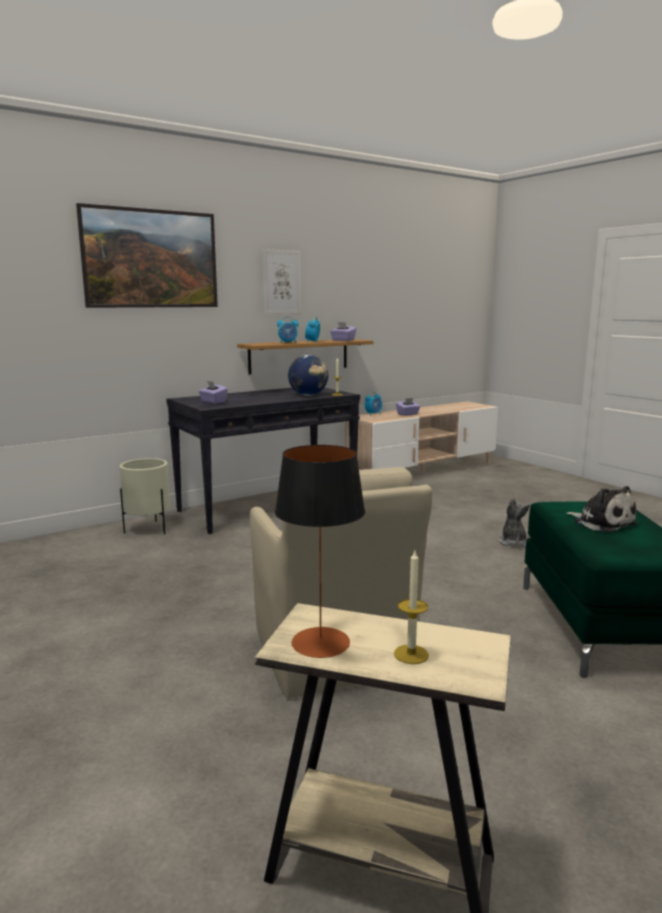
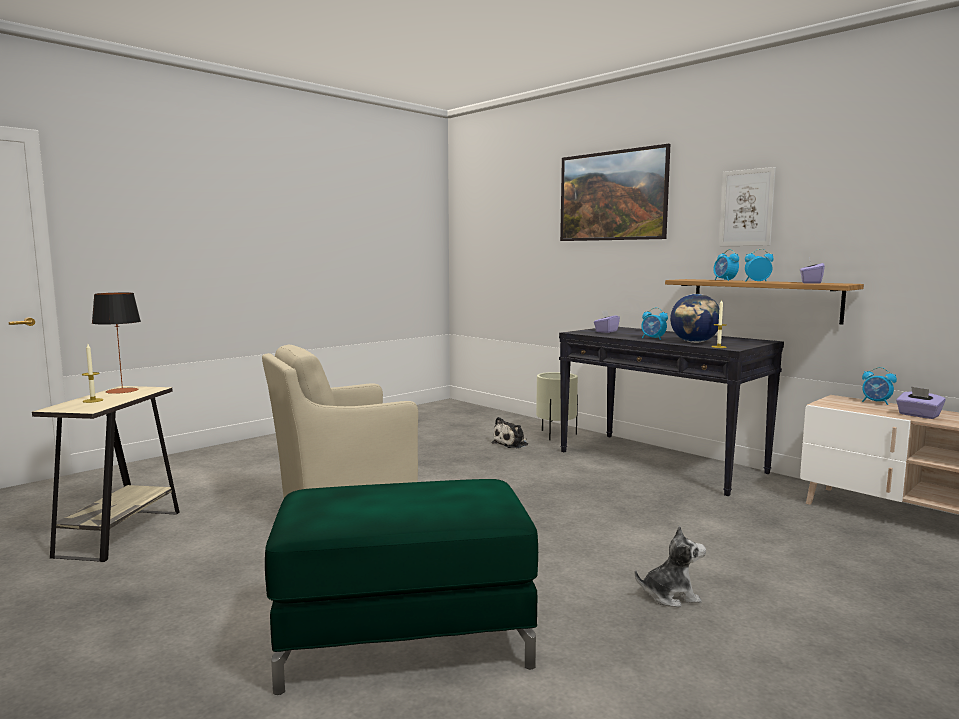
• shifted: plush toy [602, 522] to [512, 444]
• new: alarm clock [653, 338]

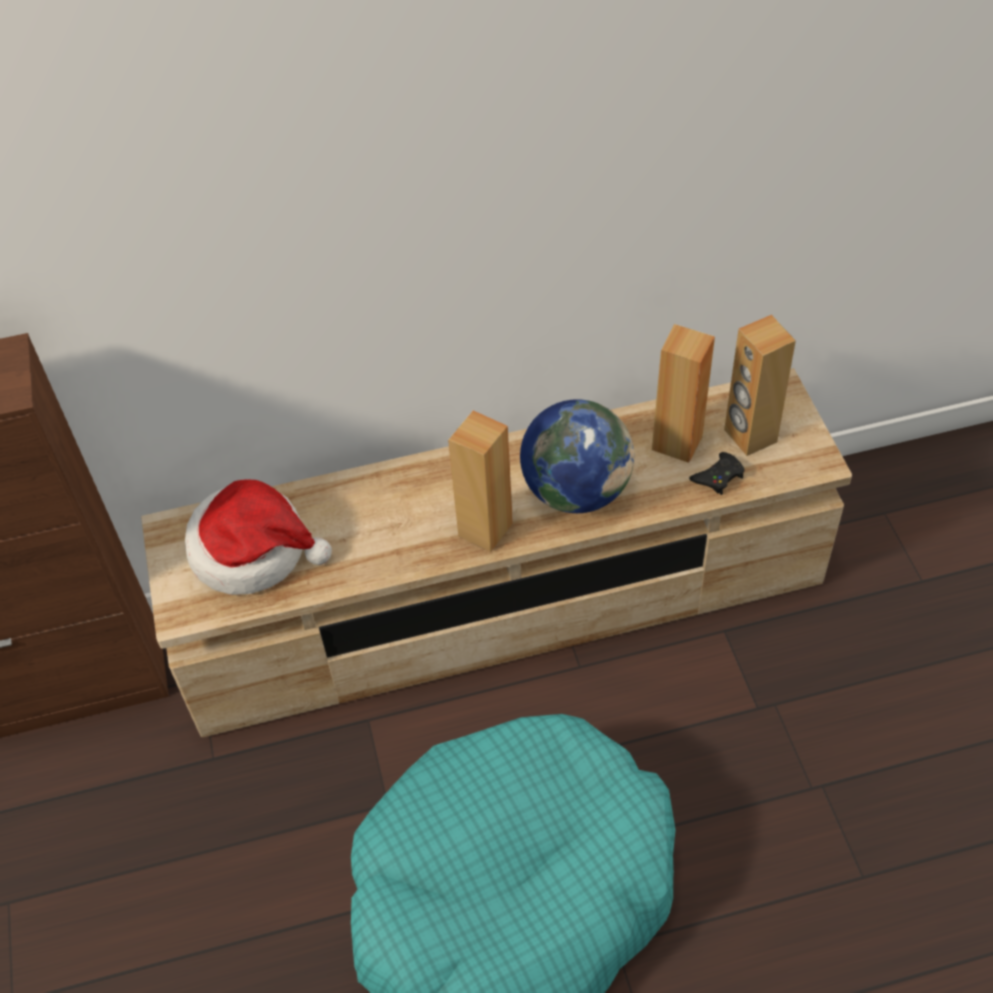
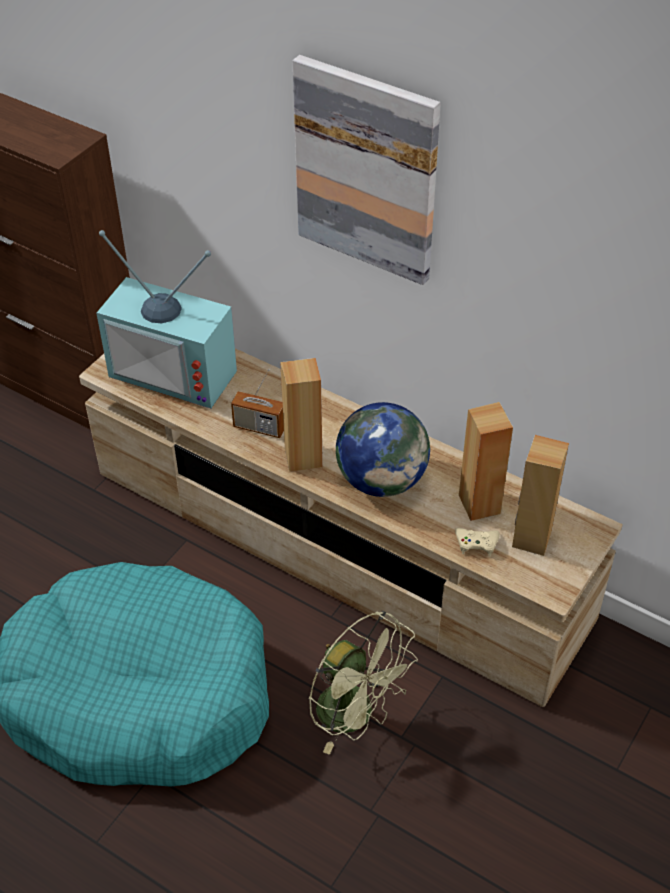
• swapped: hat [253, 550] to television [177, 370]
• repainted: black game controller [718, 477] to beige game controller [476, 543]
• new: radio [259, 427]
• new: picture [367, 170]
• new: green fan [356, 715]

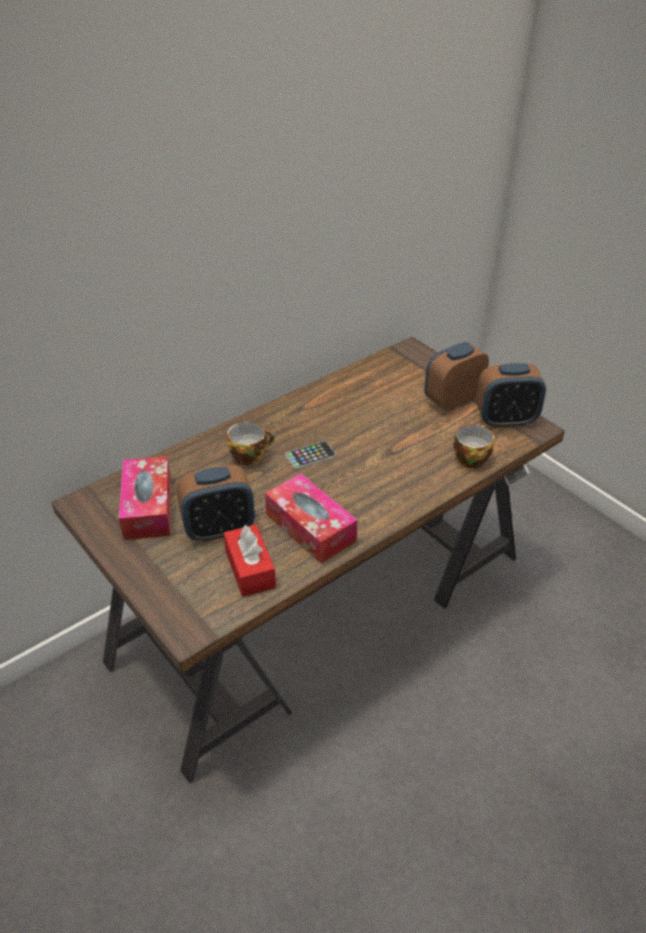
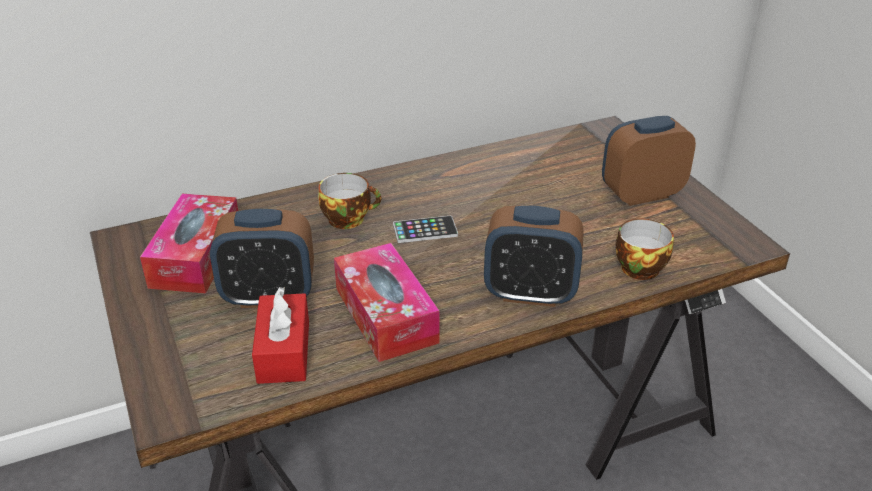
• shifted: alarm clock [505, 420] to [530, 293]

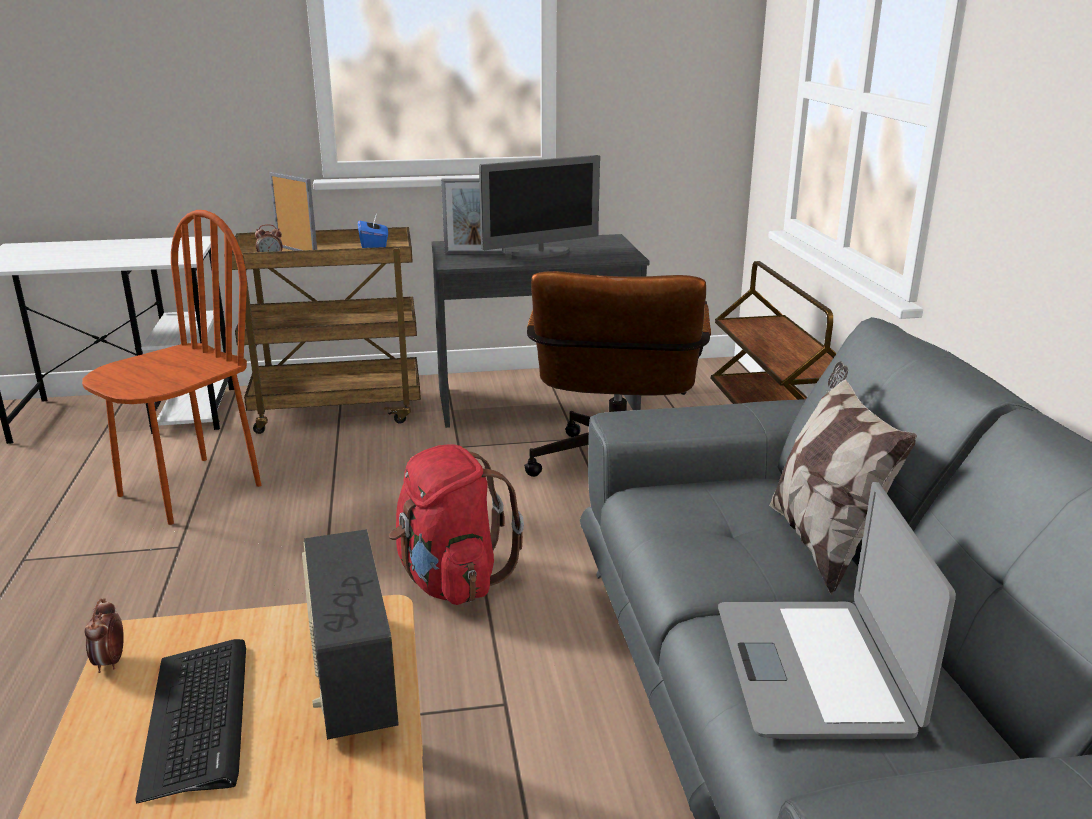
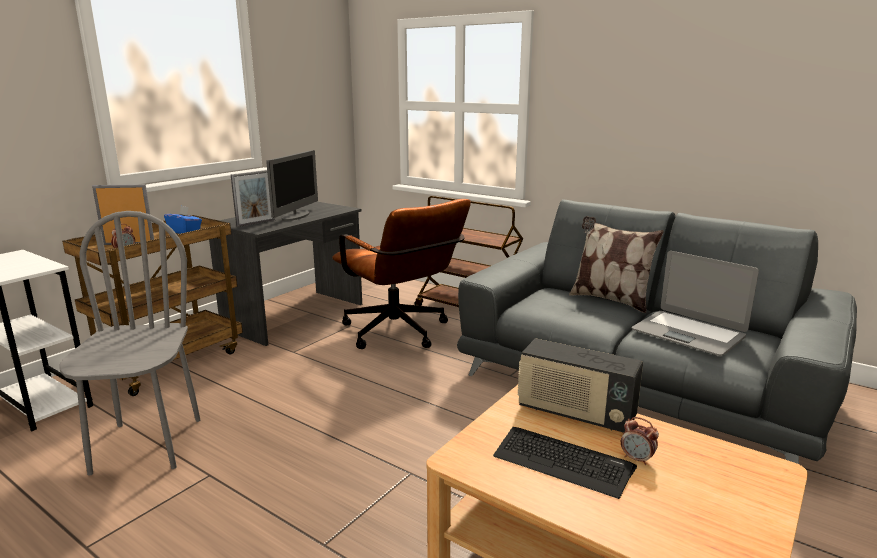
• repainted: brown chair [189, 490] to grey chair [147, 445]
• shifted: alarm clock [110, 662] to [637, 459]
• gone: red backpack [451, 580]

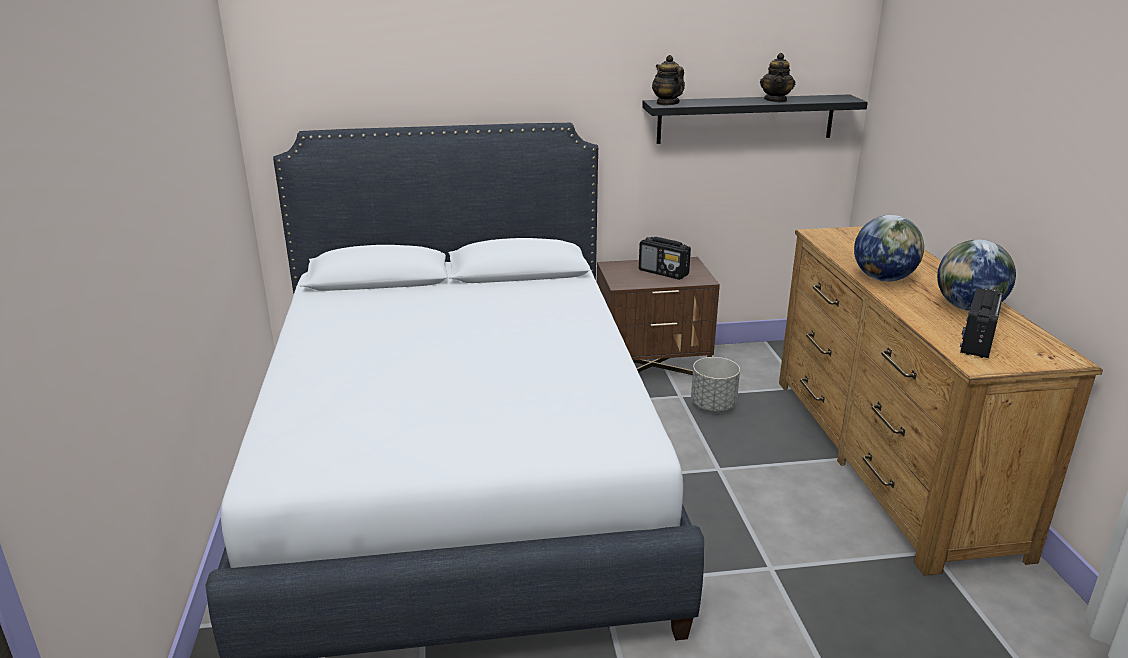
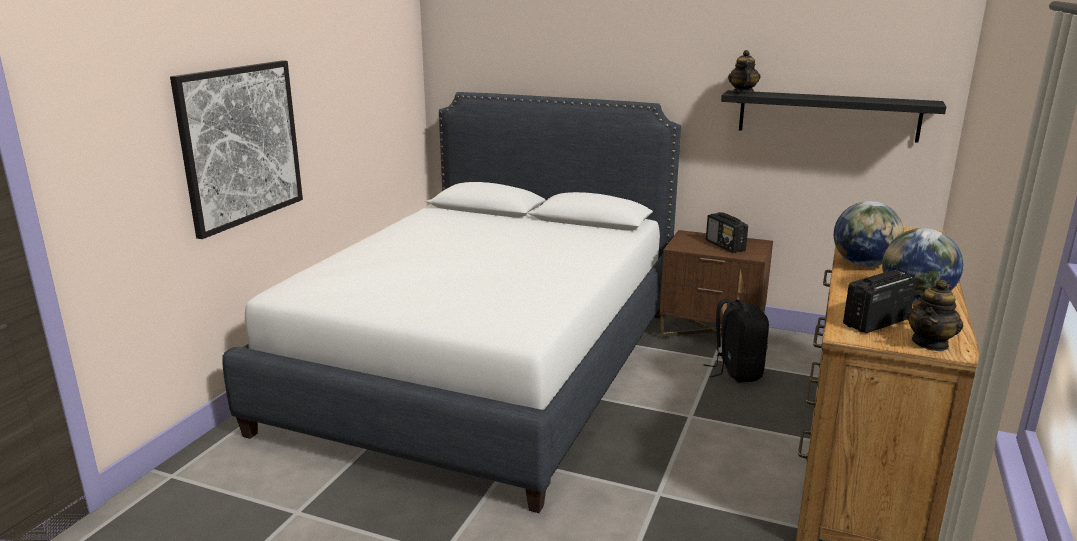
• swapped: grey planter [712, 405] to black backpack [736, 372]
• shifted: teapot [776, 100] to [930, 343]
• new: picture [241, 145]

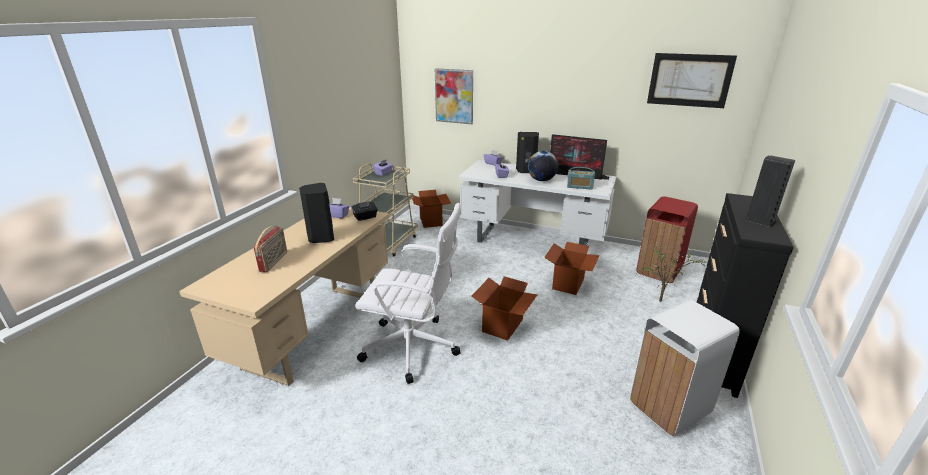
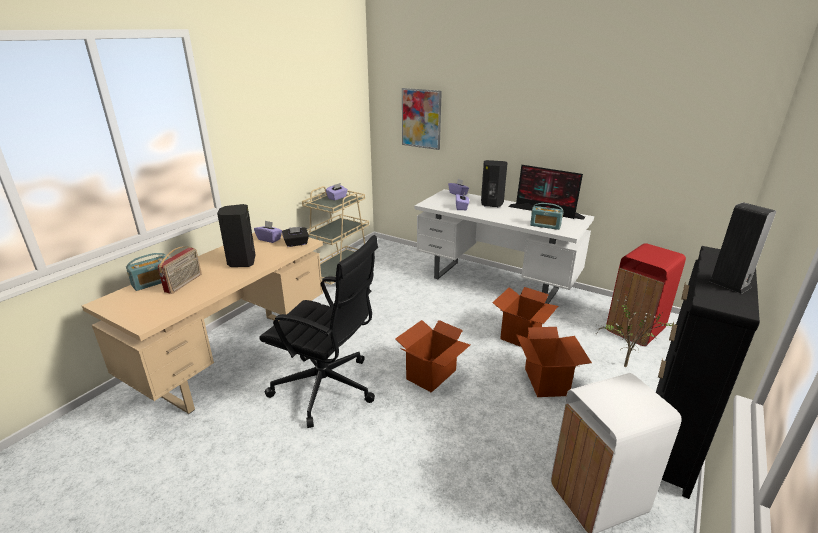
• repainted: white office chair [413, 348] to black office chair [327, 388]
• shifted: cardboard box [431, 221] to [547, 381]
• gone: globe [541, 180]
• gone: picture [689, 80]
• new: radio [153, 282]

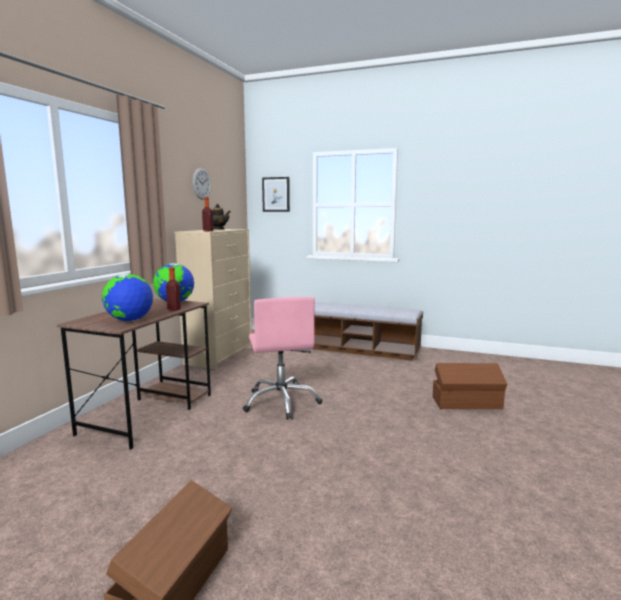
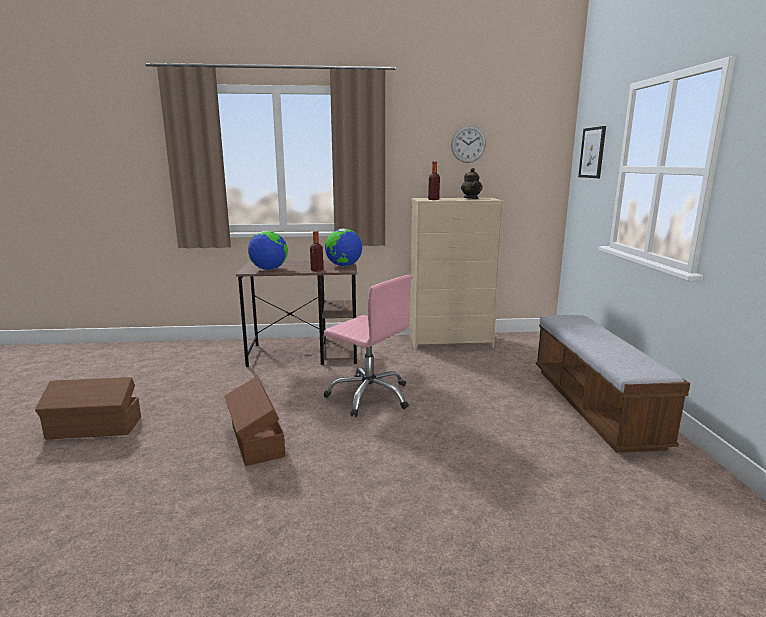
• rotated: pink office chair [281, 402] = [369, 396] 105 degrees counterclockwise
• shifted: brown storage box [467, 403] to [256, 441]

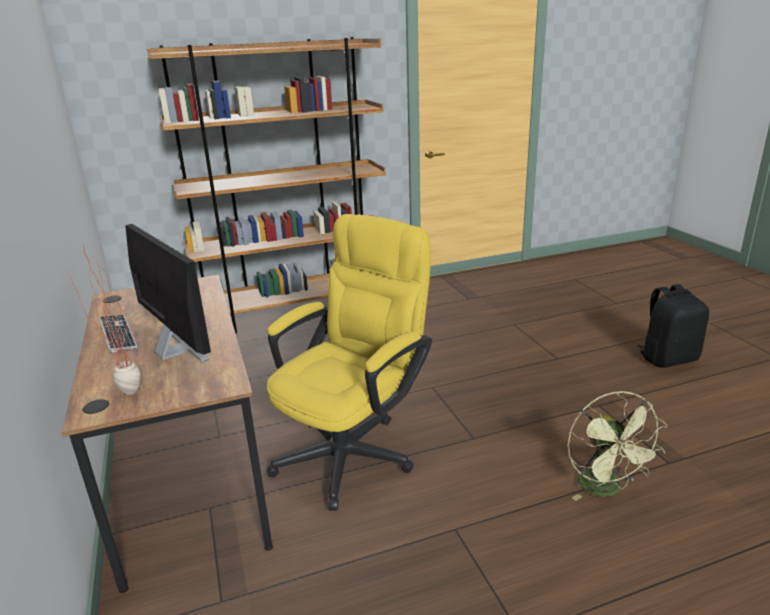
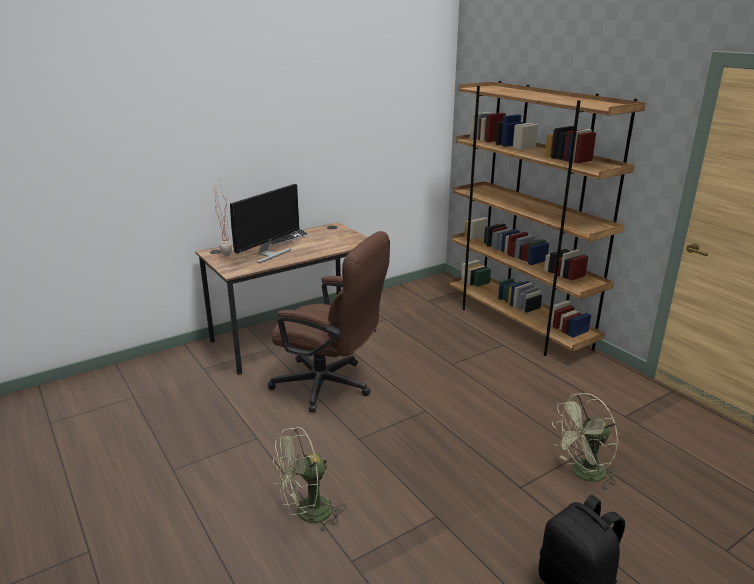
• repainted: yellow office chair [354, 450] to brown office chair [330, 386]
• new: green fan [583, 474]

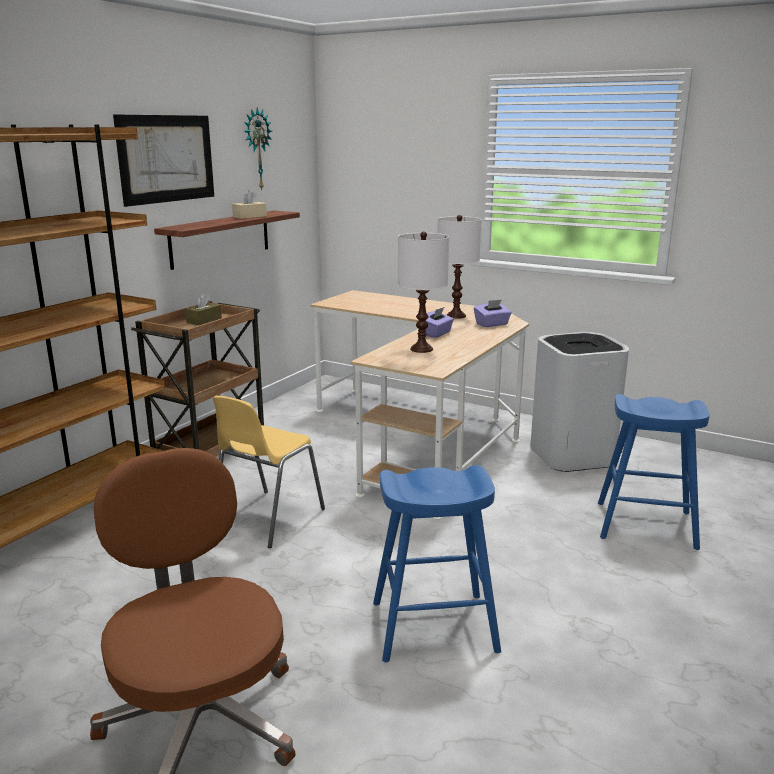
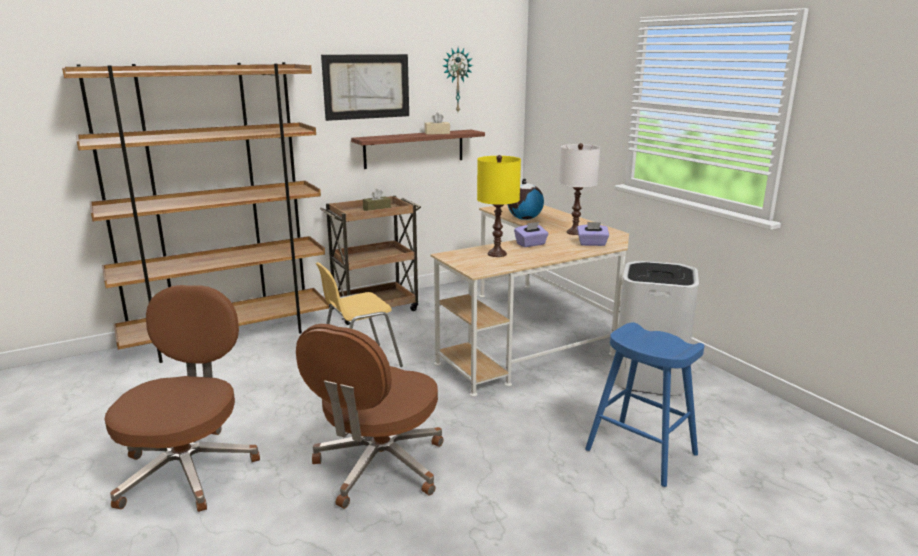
• swapped: blue stool [434, 626] to brown office chair [378, 467]
• repainted: white table lamp [422, 349] to yellow table lamp [497, 254]
• new: globe [524, 219]

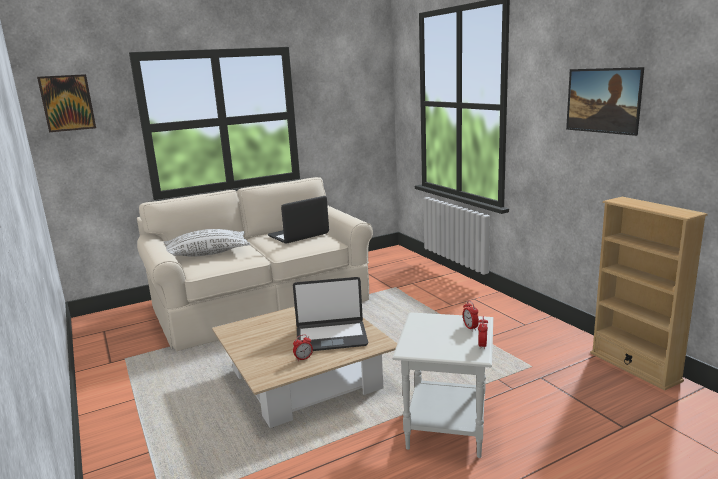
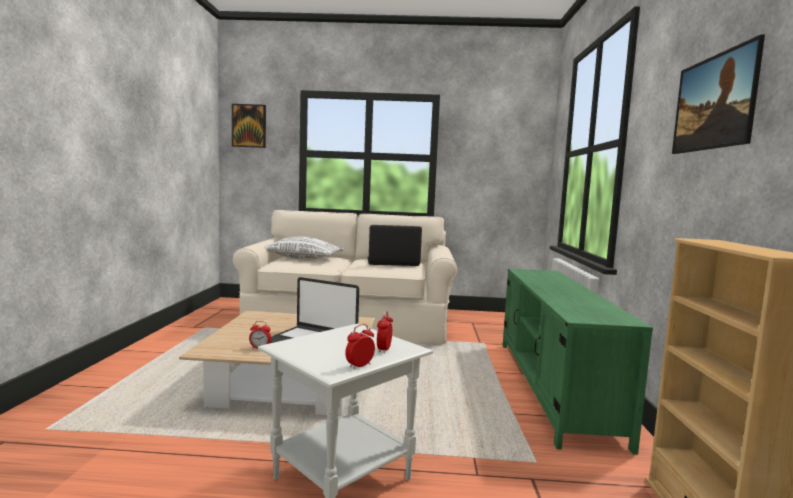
• new: green tv stand [553, 386]

